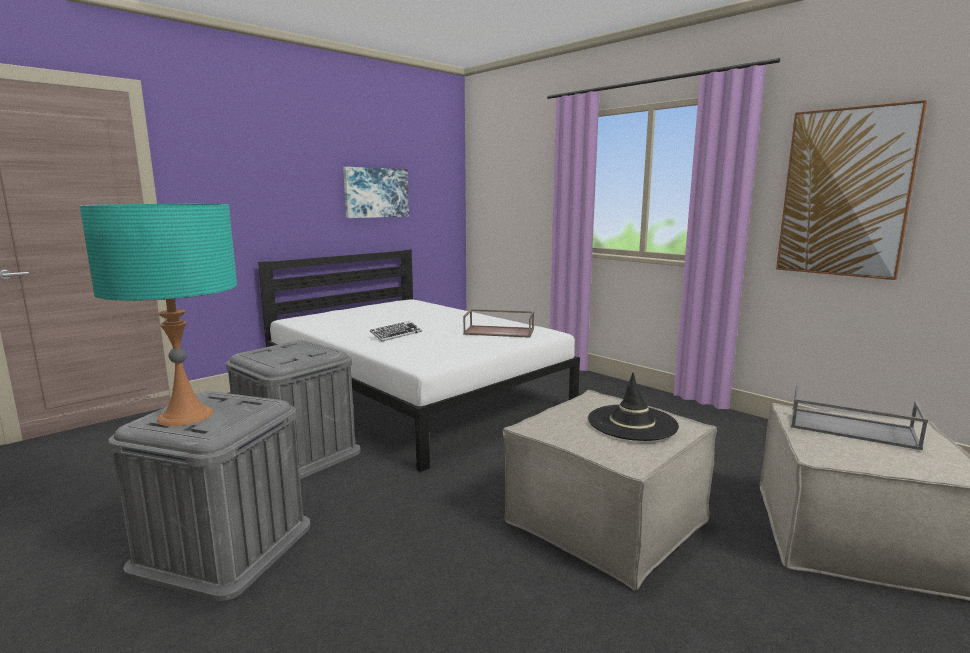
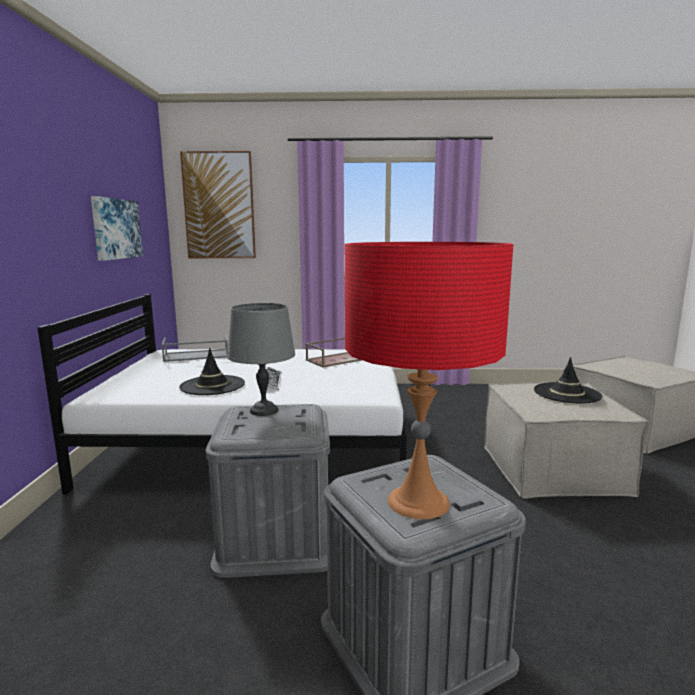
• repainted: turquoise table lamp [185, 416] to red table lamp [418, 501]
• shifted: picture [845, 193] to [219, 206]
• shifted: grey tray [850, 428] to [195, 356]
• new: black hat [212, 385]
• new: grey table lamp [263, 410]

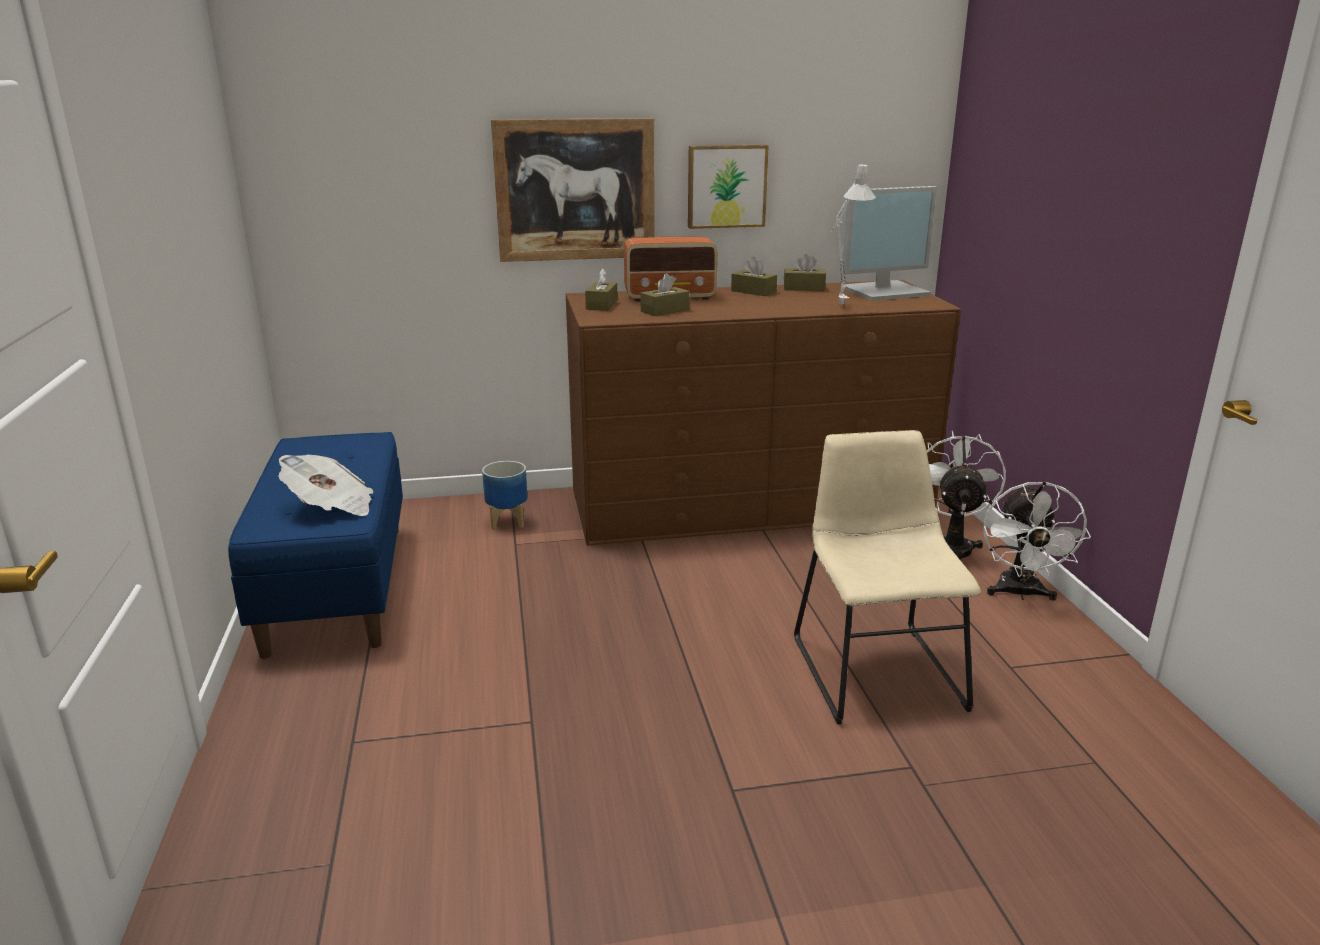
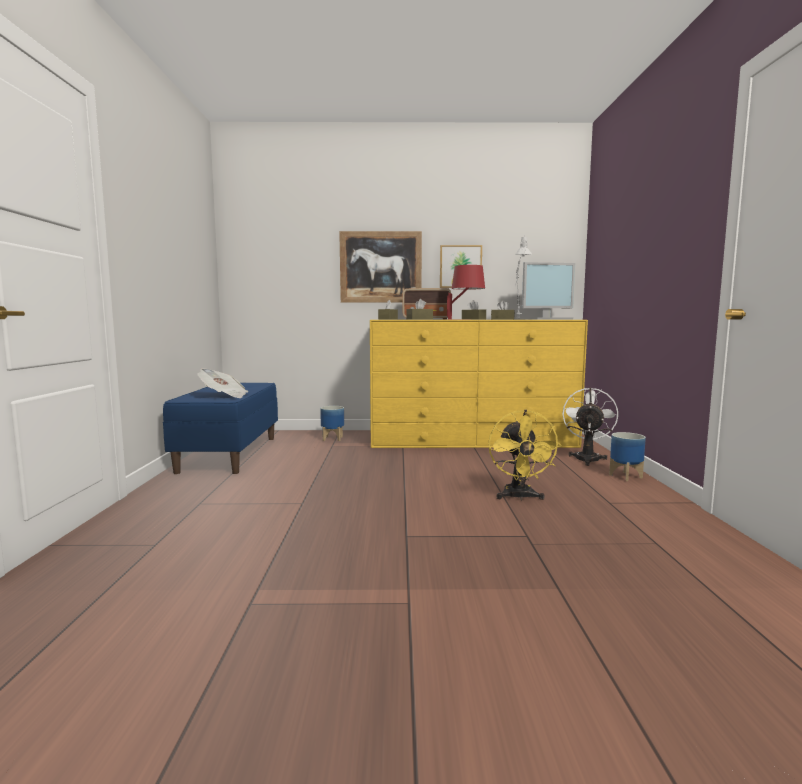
• repainted: brown dresser [749, 503] to yellow dresser [470, 438]
• swapped: beige chair [874, 668] to yellow fan [519, 497]
• swapped: white fan [1020, 594] to planter [626, 476]
• new: red table lamp [465, 319]

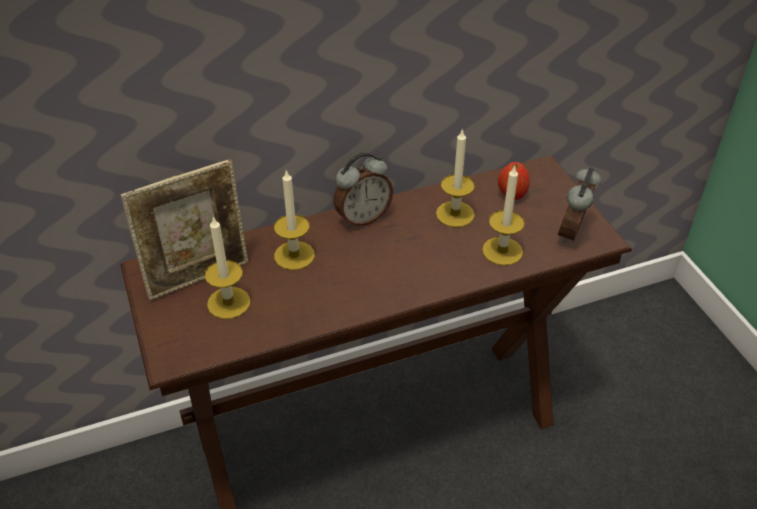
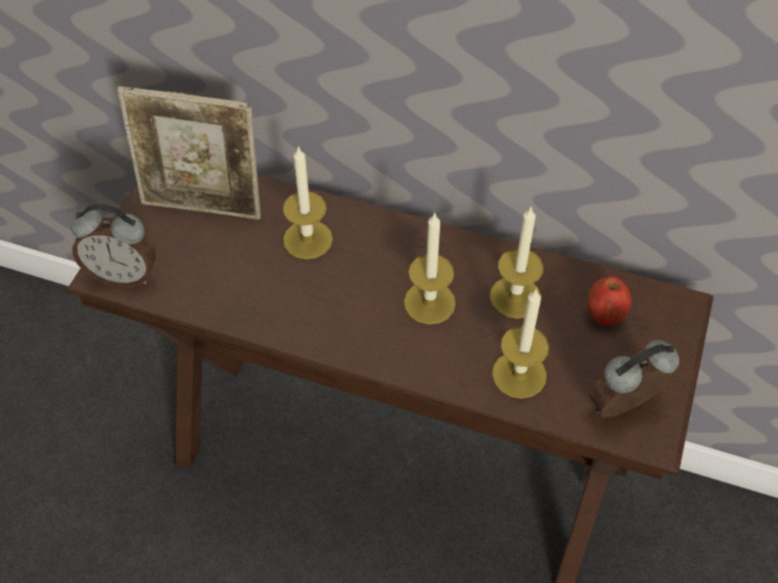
• shifted: candle [228, 303] to [429, 302]
• shifted: alarm clock [362, 218] to [124, 275]

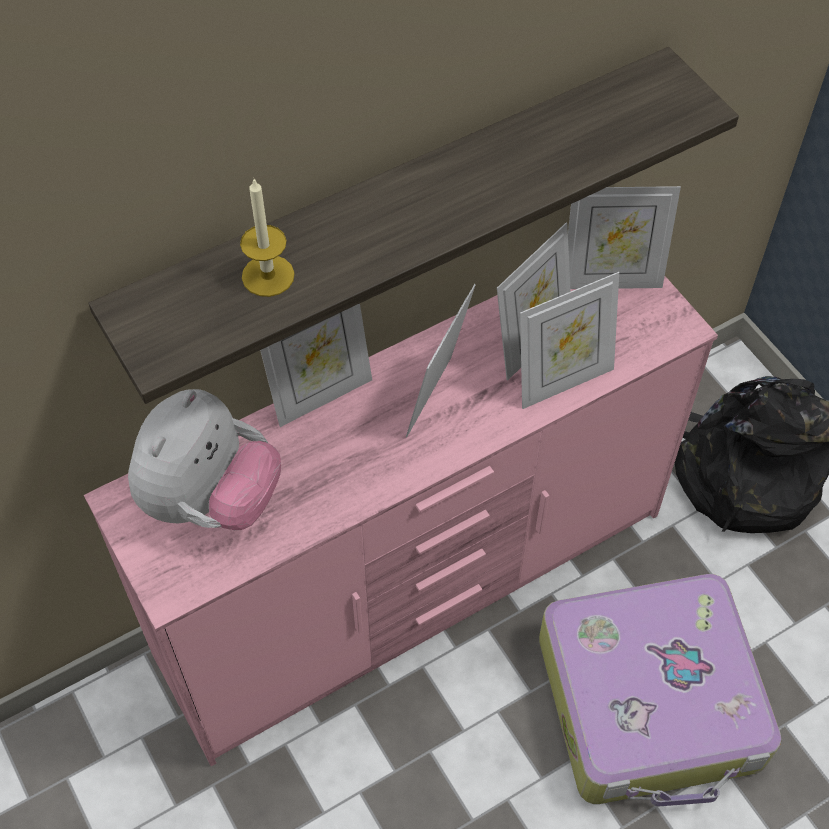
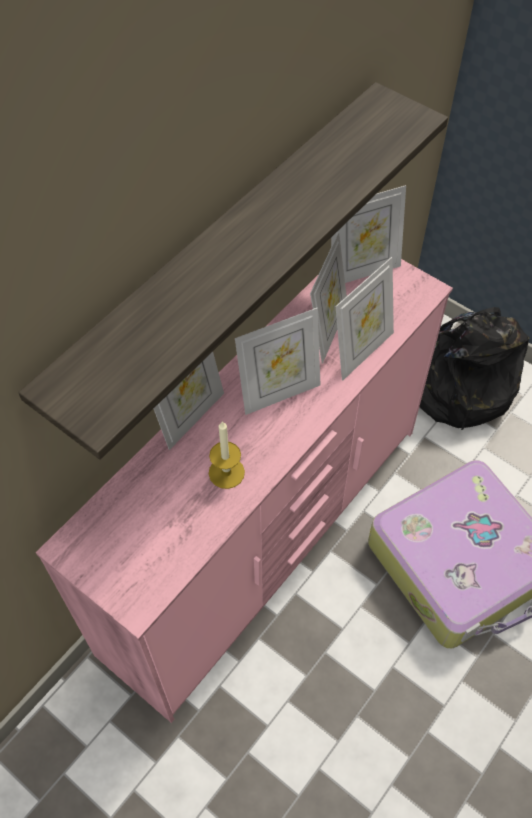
• gone: plush toy [210, 499]
• shifted: candle [268, 276] to [226, 472]
• rotated: picture frame [438, 400] = [279, 393] 120 degrees counterclockwise

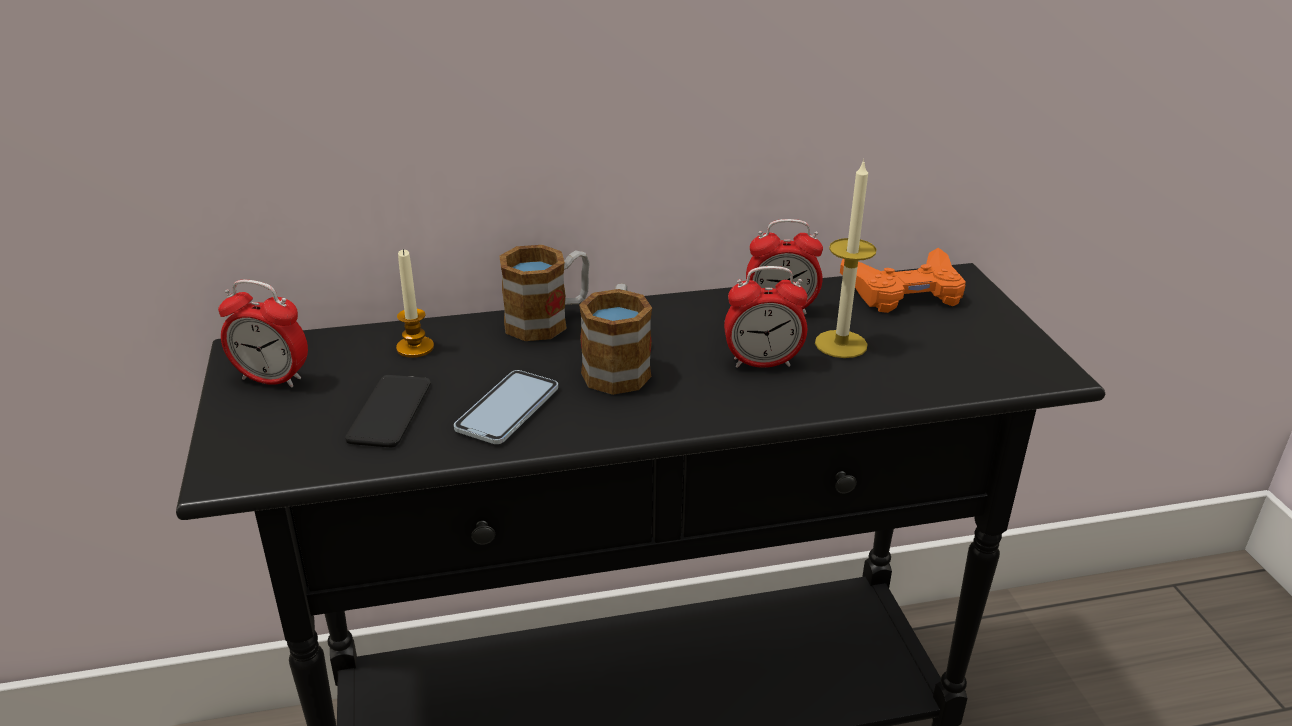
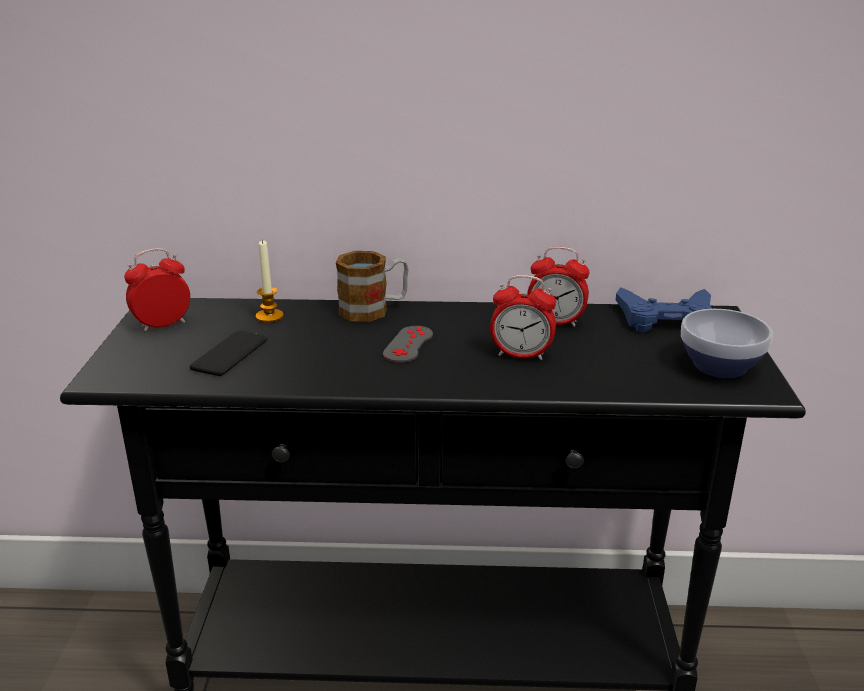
• rotated: alarm clock [272, 379] = [163, 325] 120 degrees clockwise
• gone: phone [507, 409]
• swapped: mug [617, 366] to grey game controller [408, 344]
• gone: candle [841, 344]
• repainted: orange game controller [904, 290] to blue game controller [666, 319]
• new: bowl [720, 365]

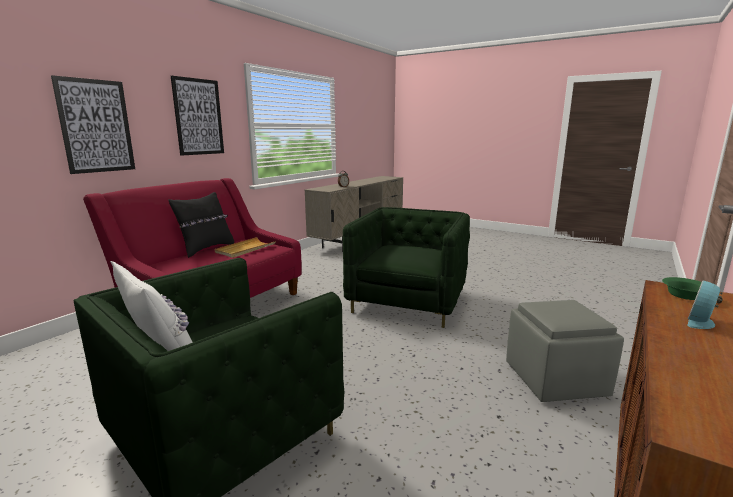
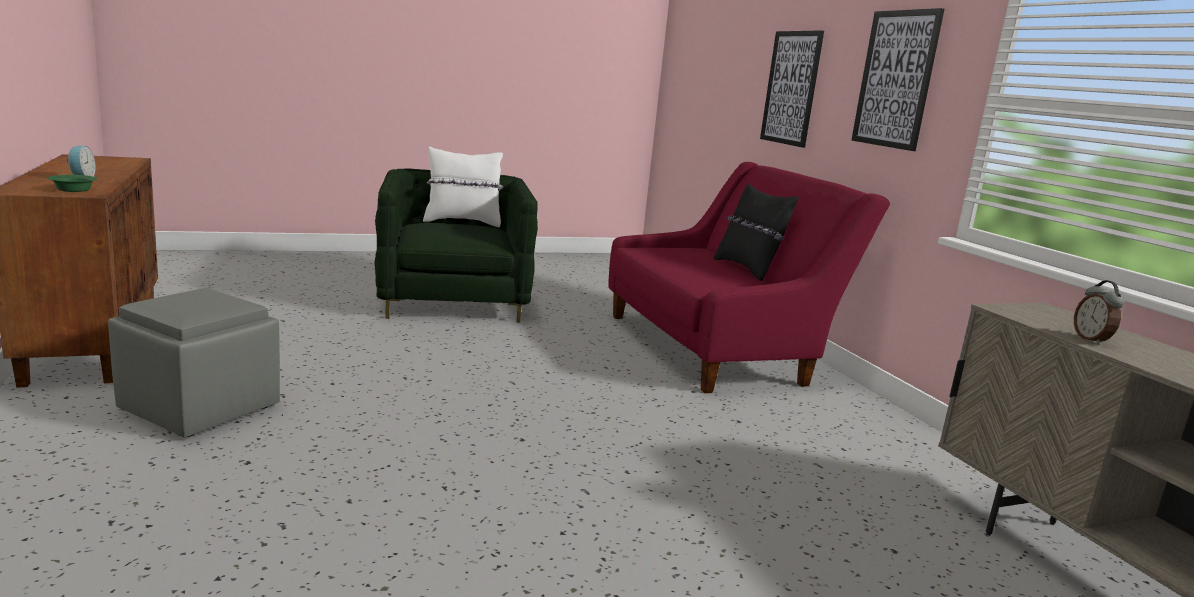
• gone: beige tray [245, 249]
• gone: green armchair [408, 302]

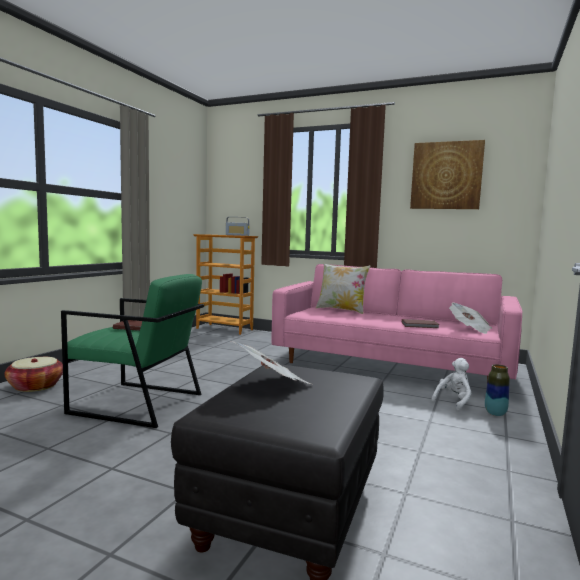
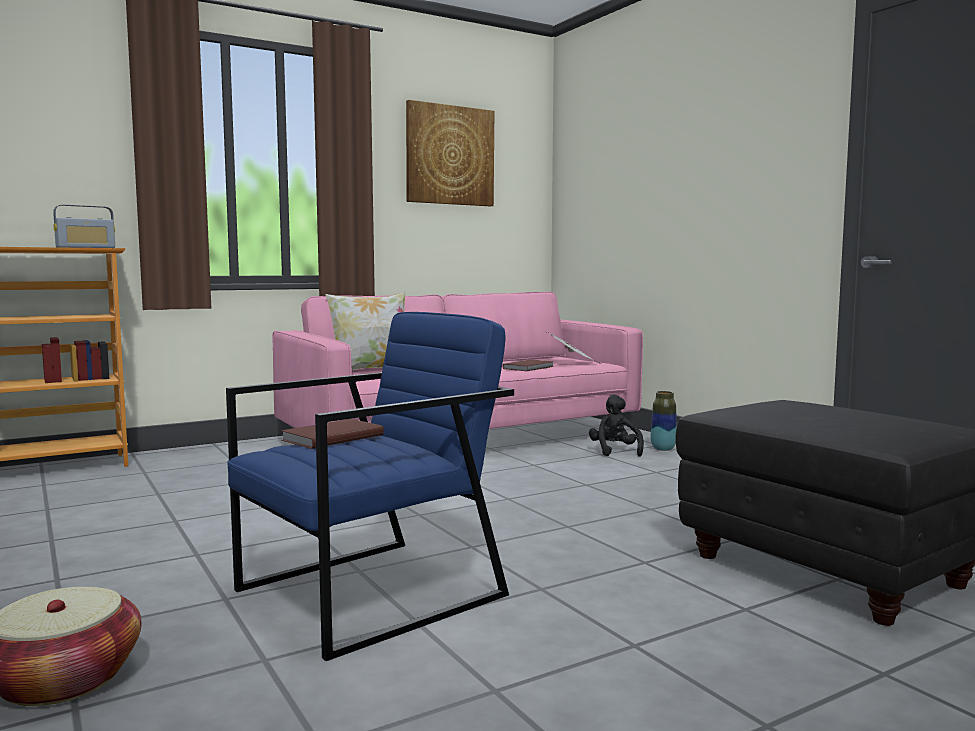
• repainted: green armchair [137, 403] to blue armchair [371, 593]
• gone: newspaper [271, 383]
• repainted: white plush toy [453, 401] to black plush toy [615, 451]

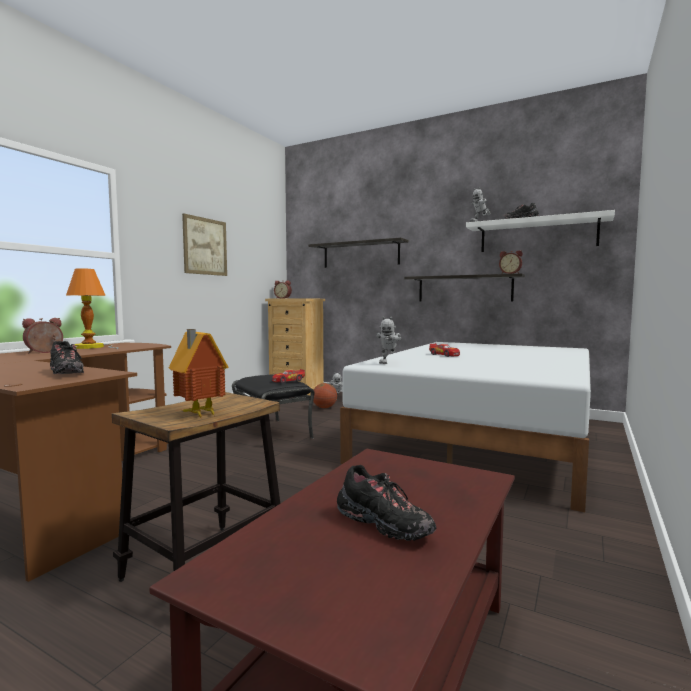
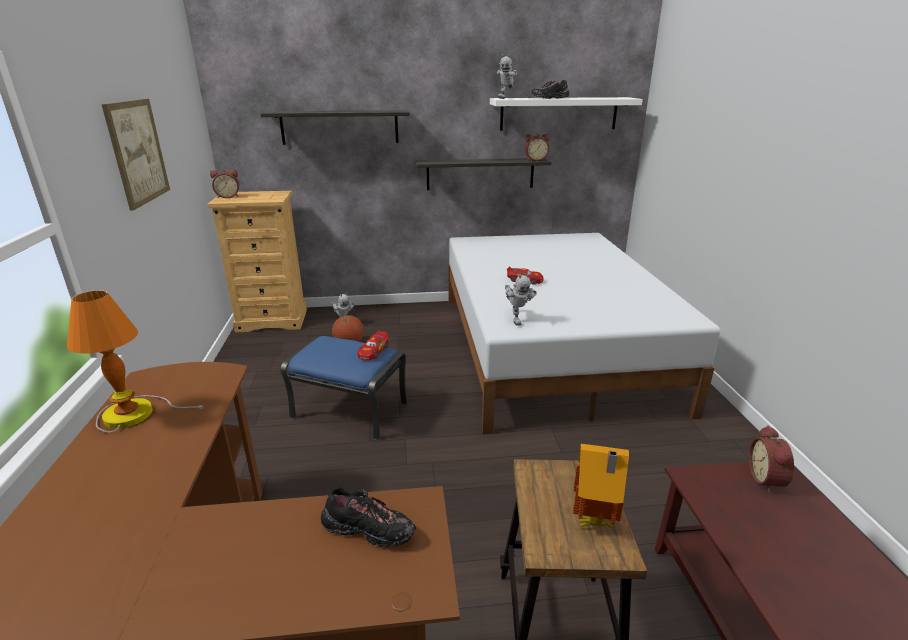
• shifted: alarm clock [44, 352] to [767, 479]
• repainted: black ottoman [273, 432] to blue ottoman [350, 410]
• gone: black shoe [383, 525]

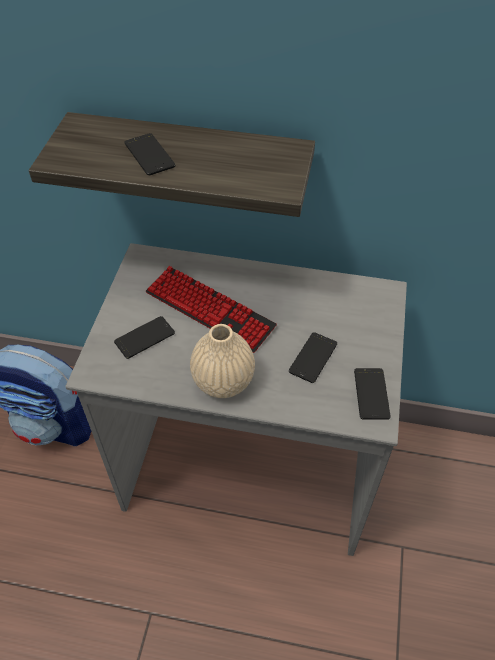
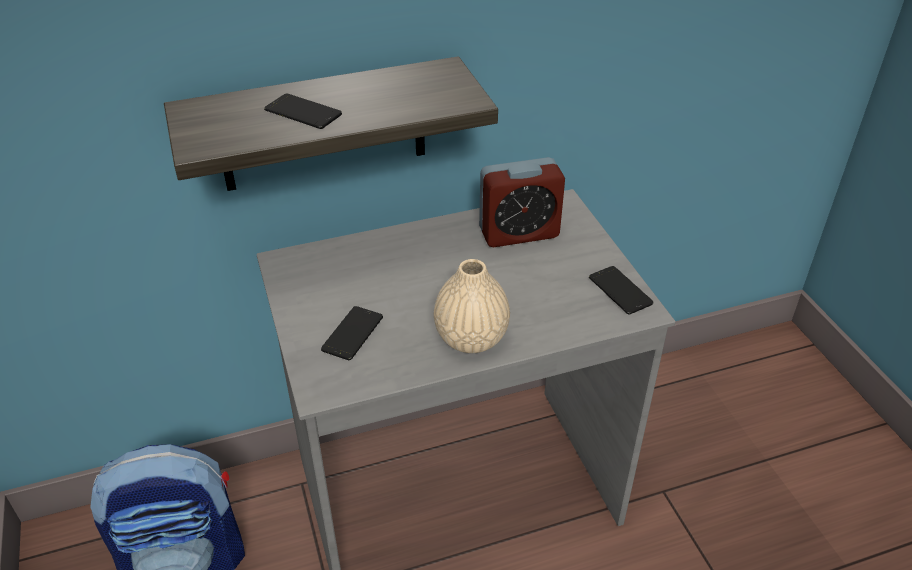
• gone: keyboard [209, 310]
• gone: phone [313, 357]
• new: alarm clock [519, 233]

